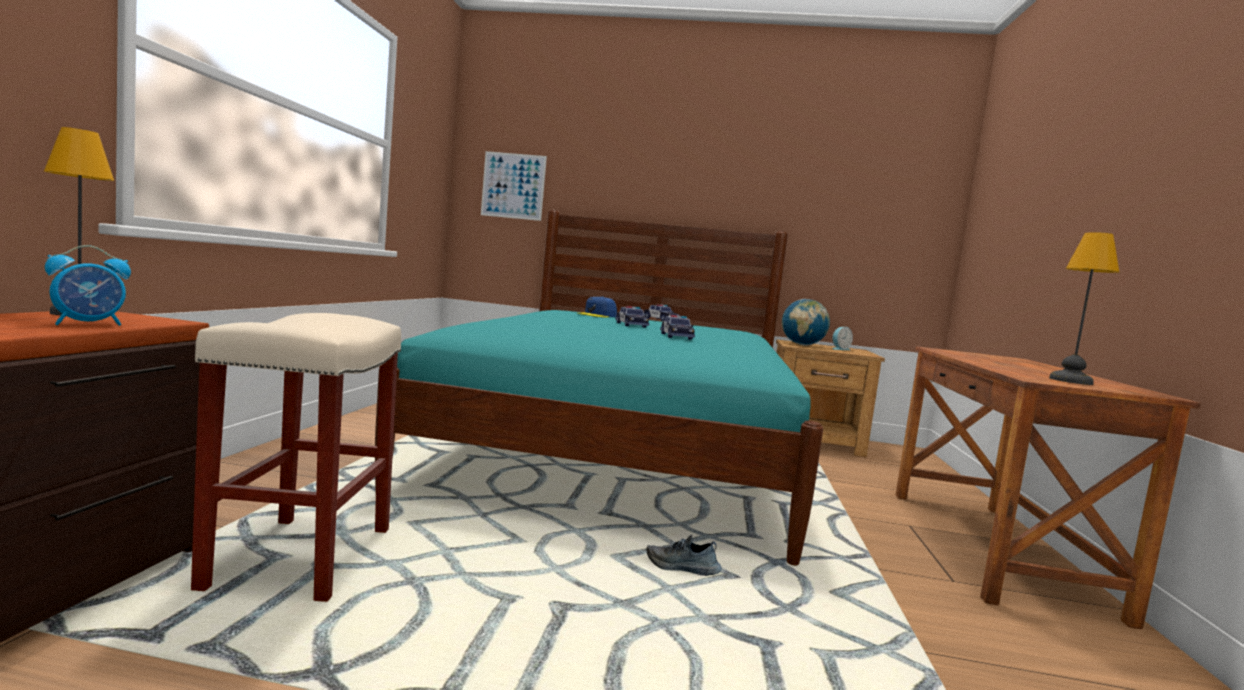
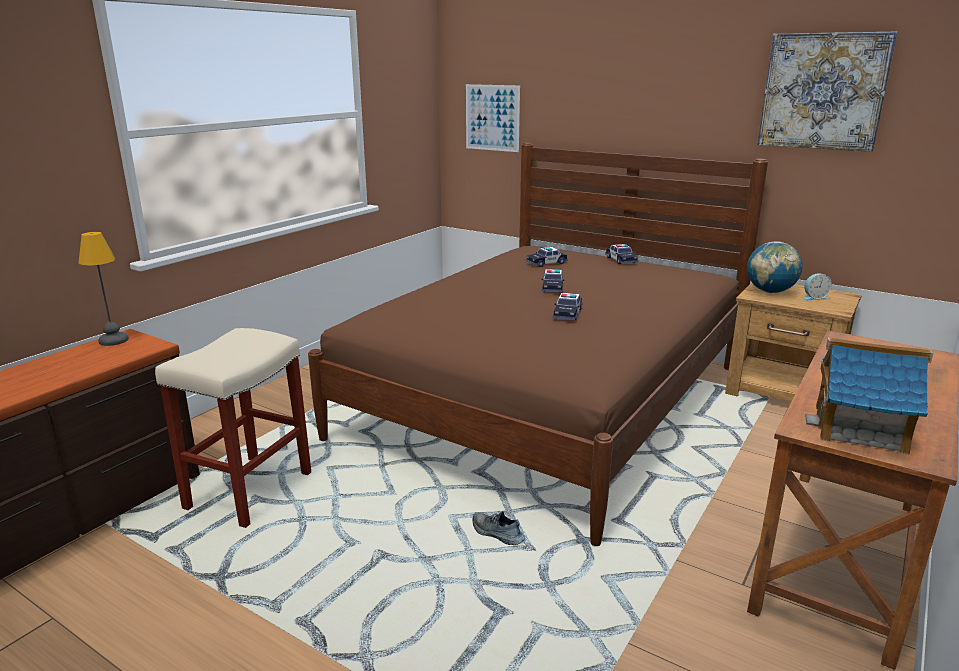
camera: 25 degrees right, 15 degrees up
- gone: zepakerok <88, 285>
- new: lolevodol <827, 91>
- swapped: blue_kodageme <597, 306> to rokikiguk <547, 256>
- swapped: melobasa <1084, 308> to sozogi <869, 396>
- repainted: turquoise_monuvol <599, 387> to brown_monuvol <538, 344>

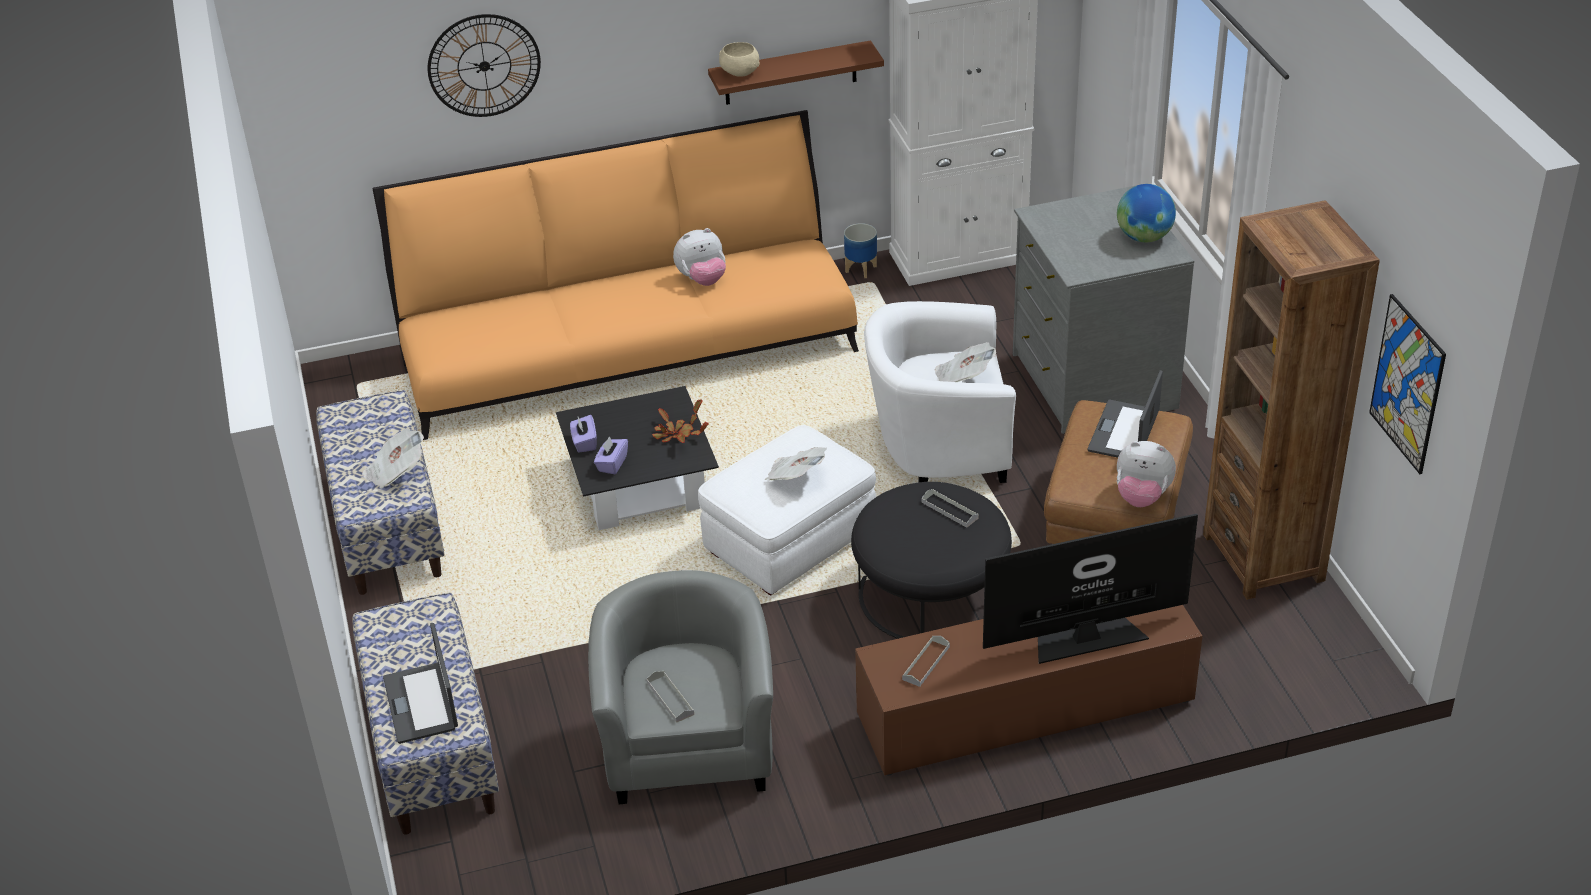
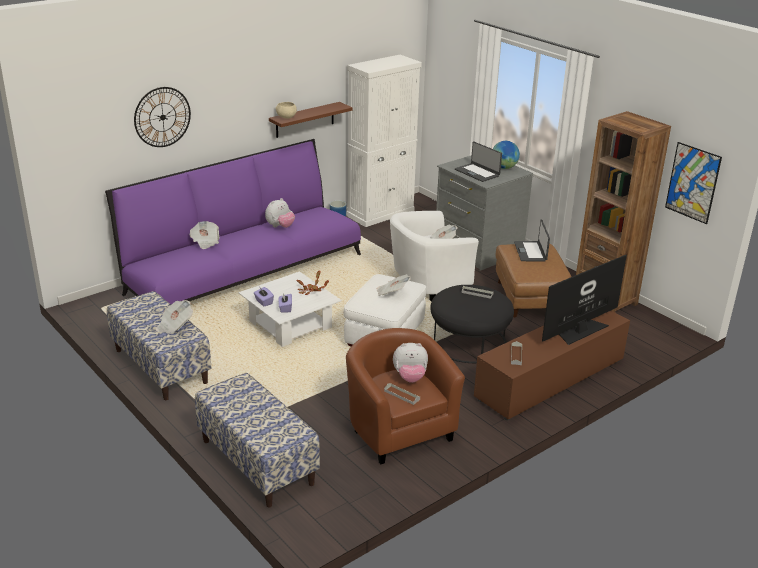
camera: 25 degrees left, 10 degrees down
- new: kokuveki <204, 235>
- shifted: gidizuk <420, 683> to <478, 161>
- shifted: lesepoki <1146, 474> to <410, 363>
- repainted: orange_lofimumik <615, 275> to purple_lofimumik <233, 222>
- repainted: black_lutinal <637, 458> to white_lutinal <290, 309>
- repainted: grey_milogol <680, 687> to brown_milogol <405, 396>

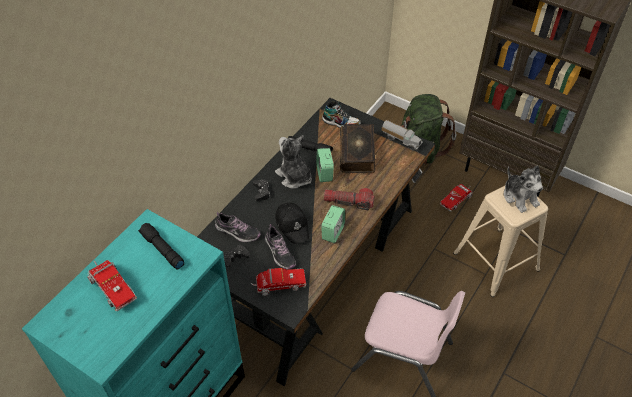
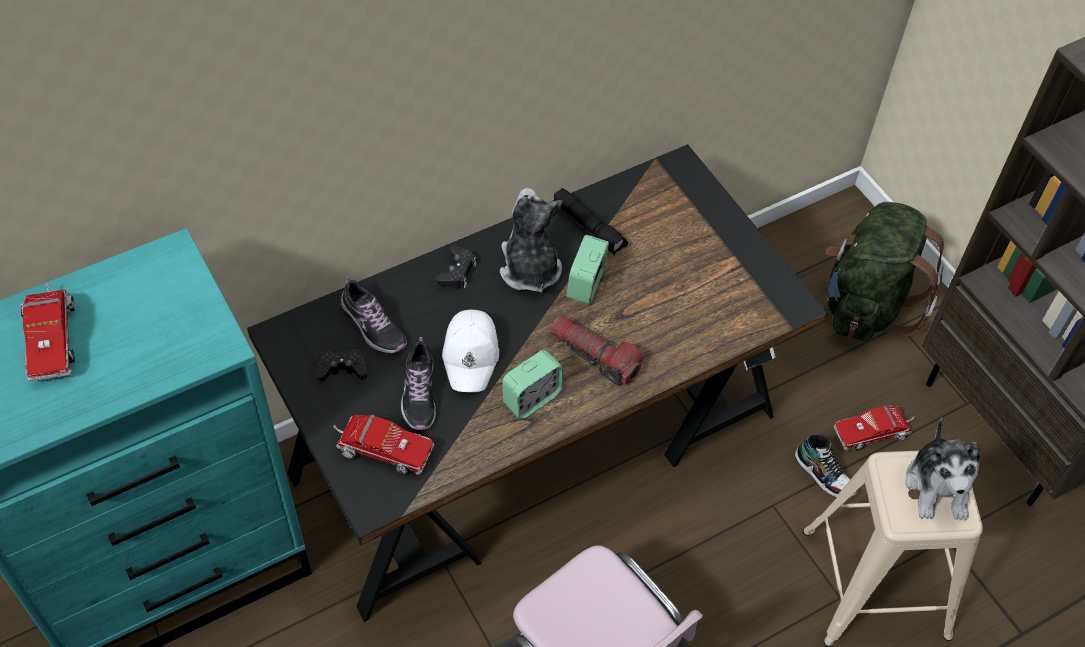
camera: 25 degrees right, 5 degrees up
- gone: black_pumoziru <161, 246>
- gone: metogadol <357, 148>
- gone: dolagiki <402, 135>
- shifted: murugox <341, 114> to <826, 466>
- repainted: black_kodageme <292, 223> to white_kodageme <470, 350>

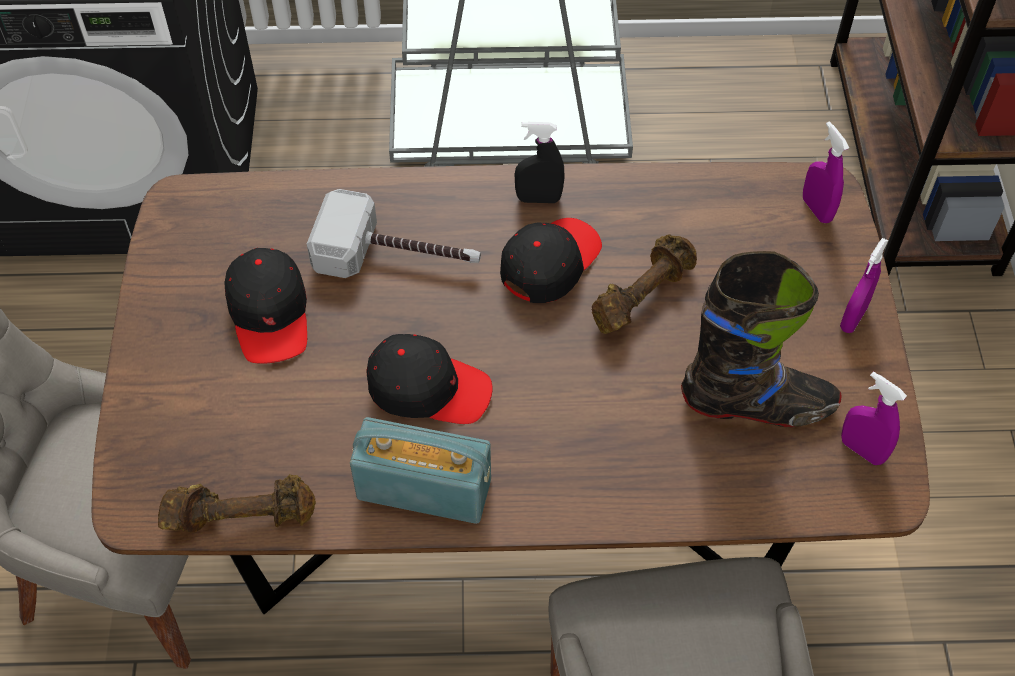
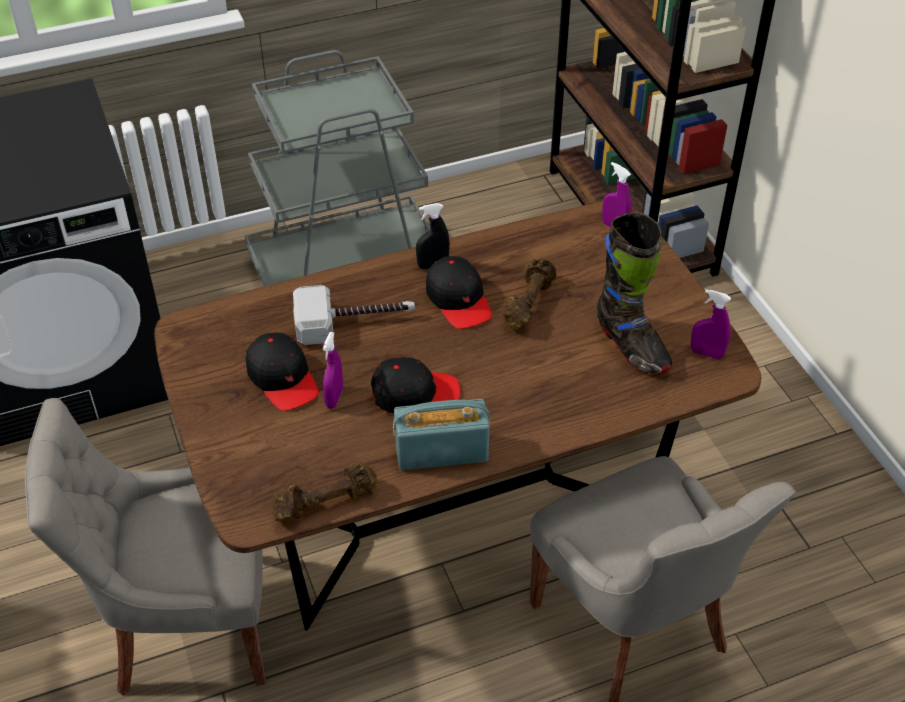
camera: 20 degrees left, 10 degrees down
- shifted: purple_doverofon <864, 285> to <333, 370>
- rotated: black_kodageme <551, 260> = <459, 292> 135 degrees clockwise
- rotated: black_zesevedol <761, 339> = <634, 293> 75 degrees clockwise

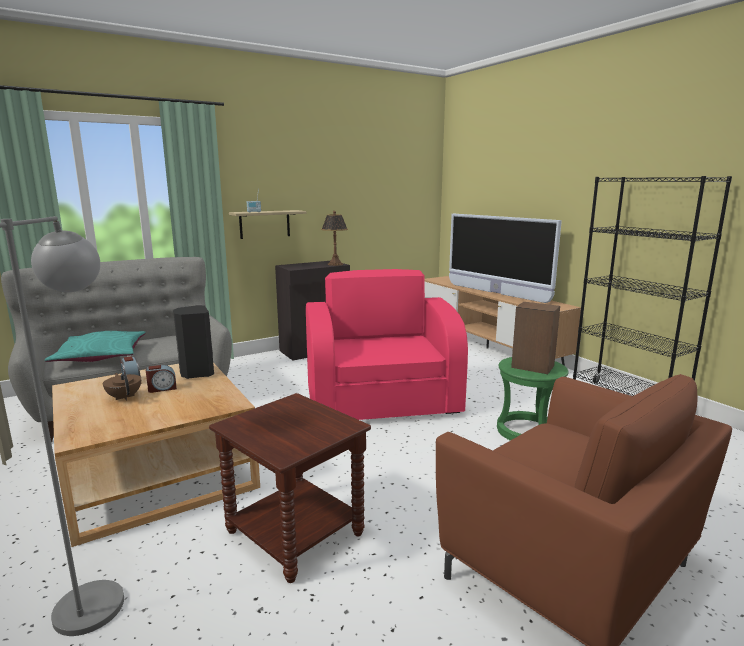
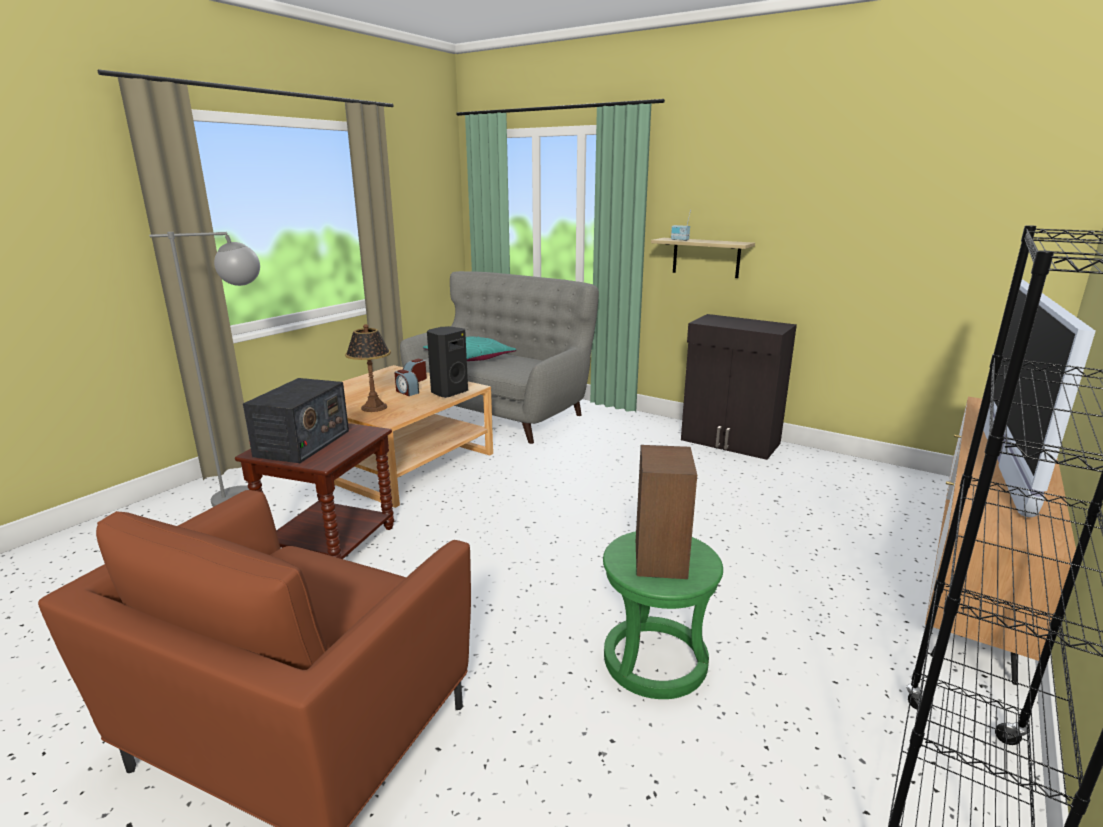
camera: 65 degrees right, 5 degrees up
- gone: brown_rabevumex <122, 387>
- gone: pink_milogol <387, 344>
- new: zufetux <296, 420>
- shifted: melobasa <334, 238> to <368, 368>

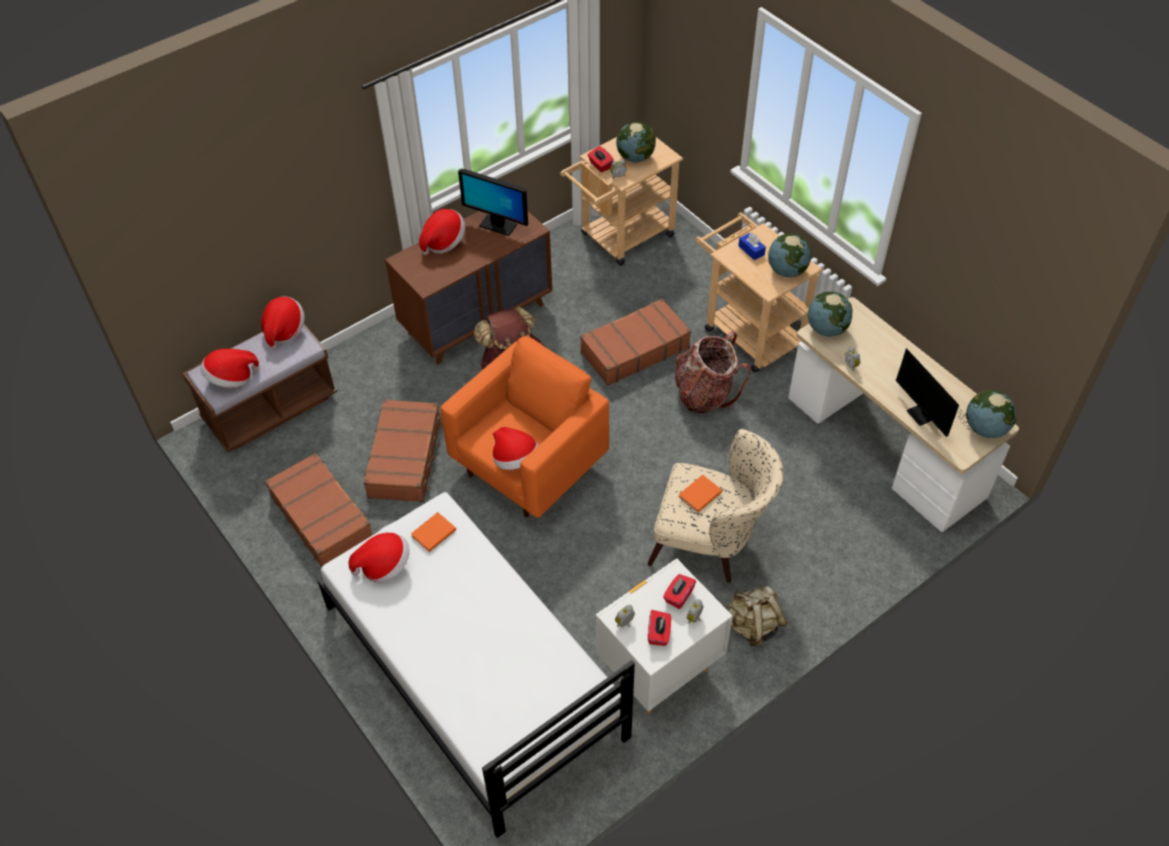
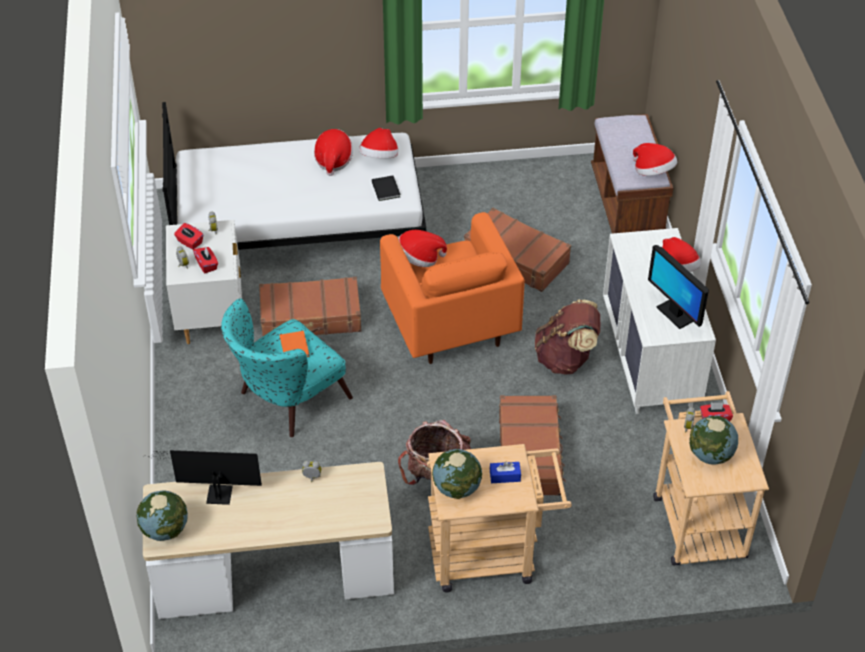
camera: 120 degrees right, 5 degrees down
- gone: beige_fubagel <757, 616>
- gone: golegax <830, 314>
- shifted: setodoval <230, 368> to <333, 152>
- shifted: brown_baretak <318, 510> to <310, 307>
- repainted: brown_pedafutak <468, 287> to white_pedafutak <659, 321>
- repainted: orange_metogadol <433, 532> to black_metogadol <386, 188>
- repainted: beige_milogol <715, 506> to turquoise_milogol <287, 367>
- rotated: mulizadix <493, 202> = <678, 287> 90 degrees counterclockwise

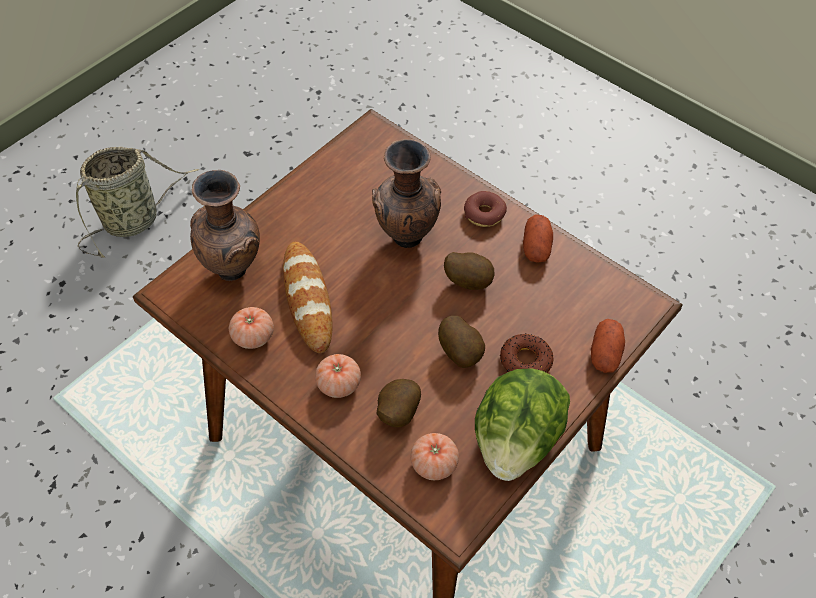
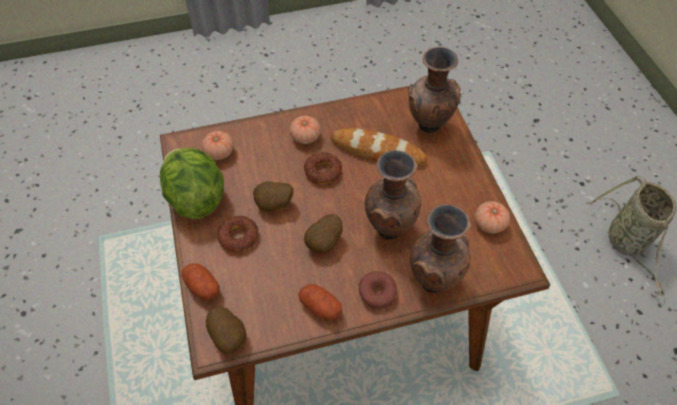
camera: 125 degrees right, 0 degrees up
- new: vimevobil <323, 168>
- new: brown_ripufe <440, 248>
- shifted: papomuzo <251, 328> to <492, 217>
- shifted: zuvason <399, 403> to <226, 330>

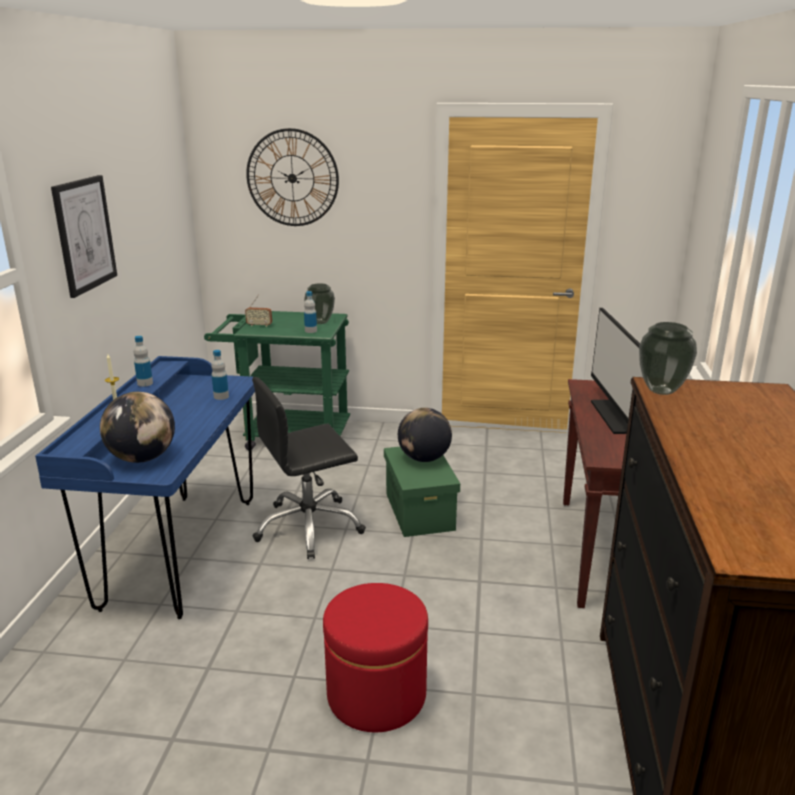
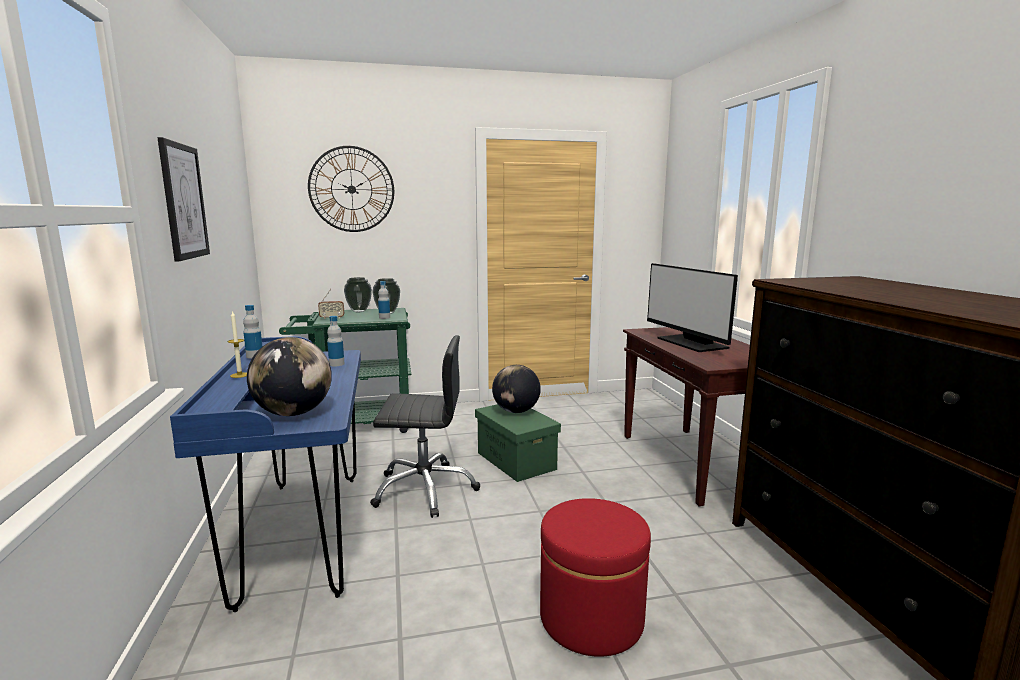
camera: 20 degrees left, 10 degrees down
- shifted: ripufe <668, 358> to <358, 294>
- rotated: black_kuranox <309, 468> = <425, 426> 135 degrees counterclockwise

